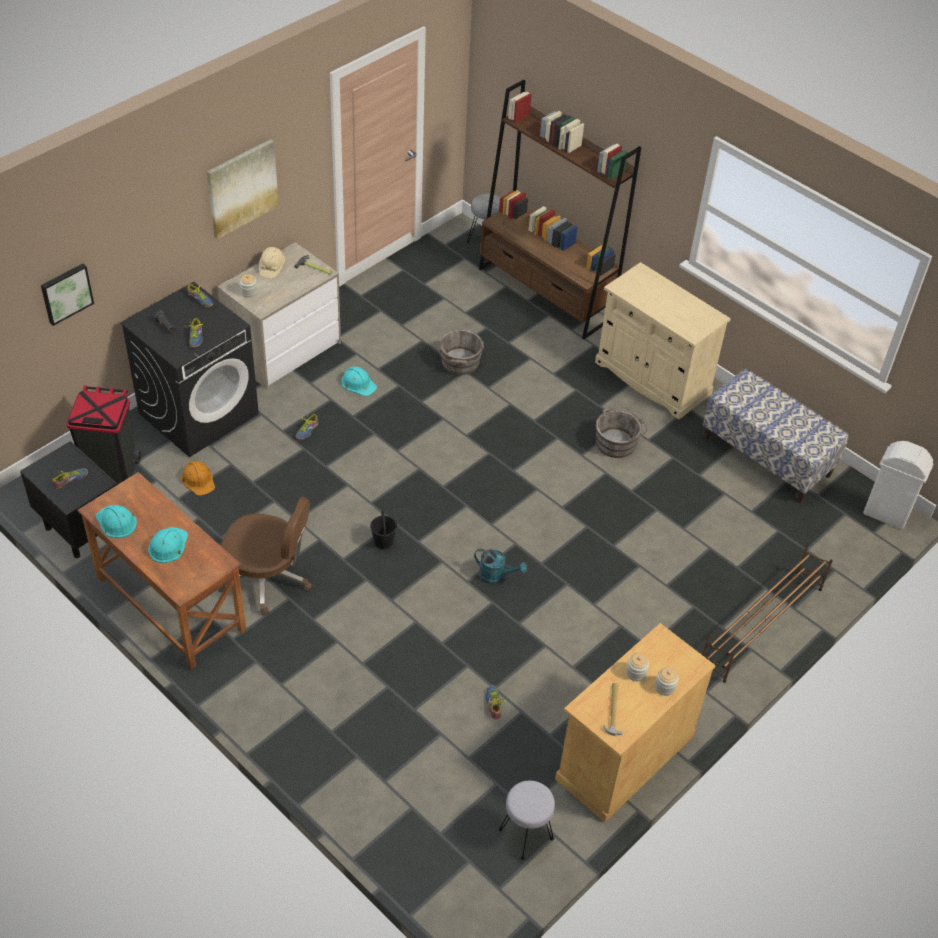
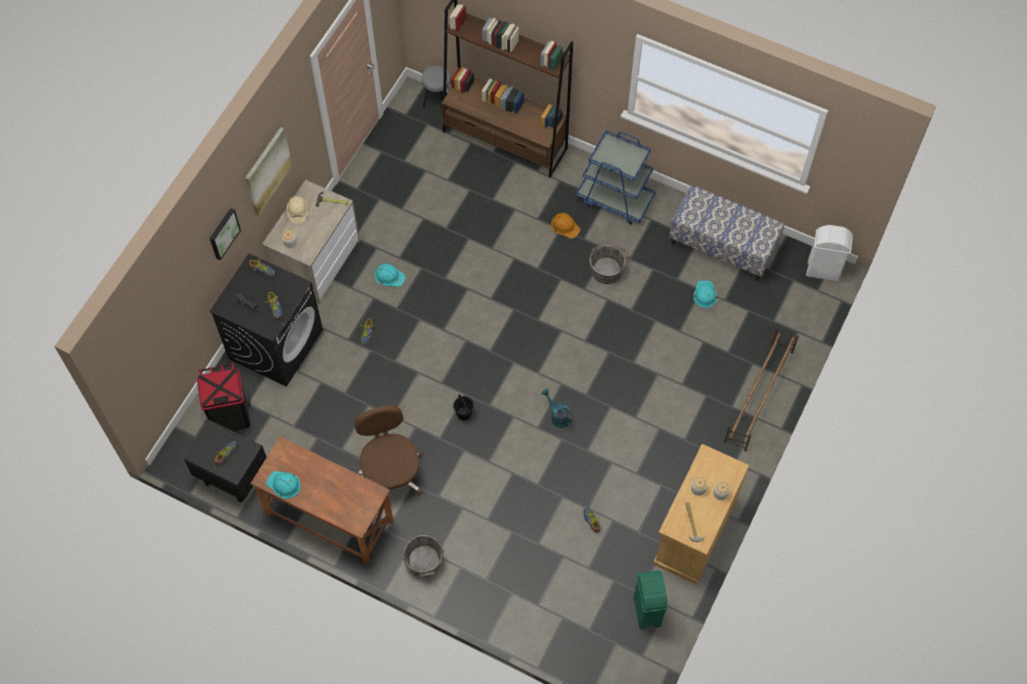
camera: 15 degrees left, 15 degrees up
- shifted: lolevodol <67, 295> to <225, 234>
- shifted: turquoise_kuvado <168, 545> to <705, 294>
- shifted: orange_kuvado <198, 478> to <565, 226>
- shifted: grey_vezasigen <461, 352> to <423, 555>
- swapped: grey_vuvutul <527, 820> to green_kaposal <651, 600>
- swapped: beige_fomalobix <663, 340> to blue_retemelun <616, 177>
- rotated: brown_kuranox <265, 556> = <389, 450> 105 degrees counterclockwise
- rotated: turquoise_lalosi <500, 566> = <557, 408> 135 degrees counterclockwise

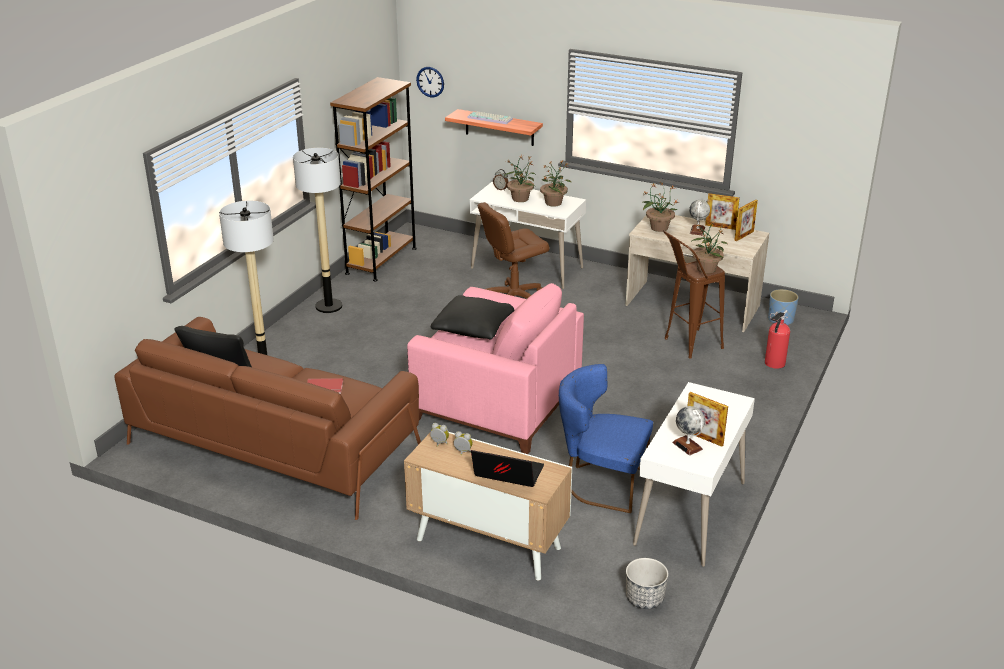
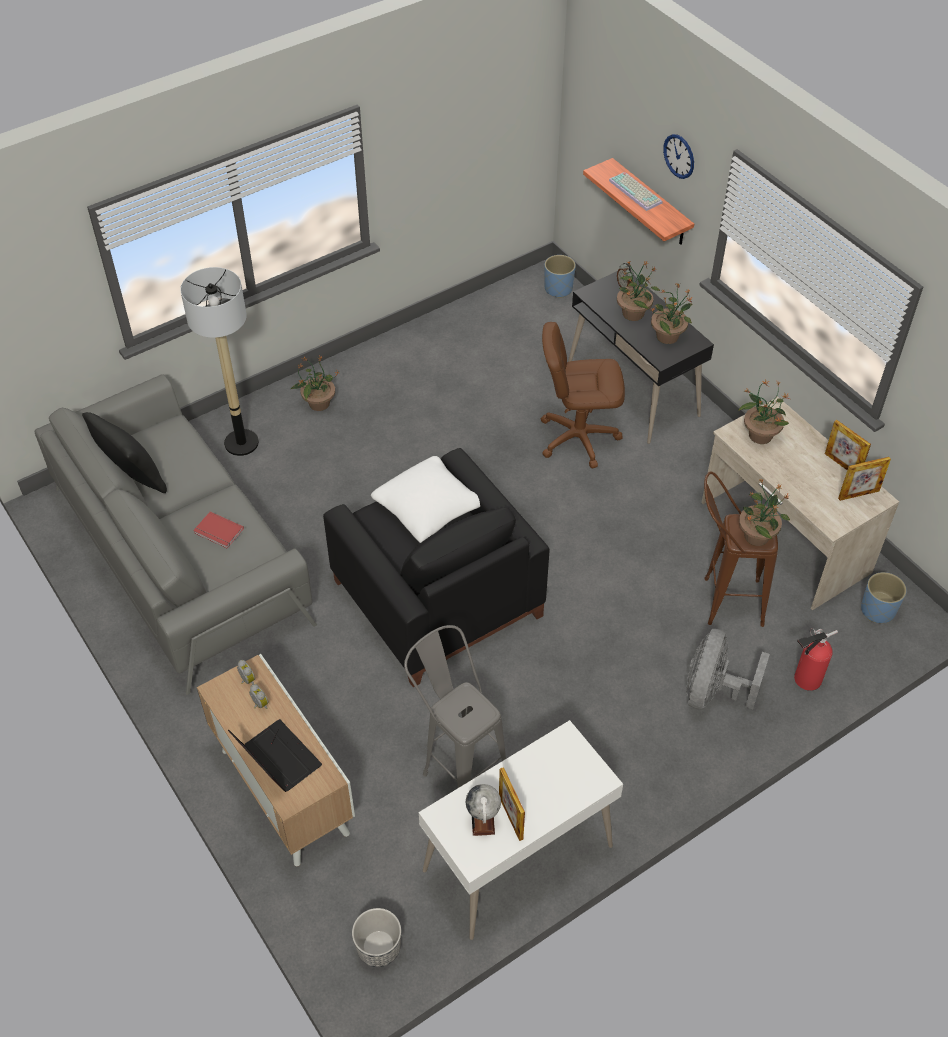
camera: 30 degrees right, 20 degrees up
- gone: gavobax <317, 230>
- gone: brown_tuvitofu <373, 179>
- gone: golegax <699, 217>
- new: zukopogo <315, 383>
- new: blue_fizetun <560, 276>
- new: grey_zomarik <728, 669>
- shifted: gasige <430, 82> to <678, 156>
- swapped: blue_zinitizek <606, 438> to grey_vuvutul <455, 706>
- repainted: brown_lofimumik <267, 418> to grey_lofimumik <176, 534>
- repainted: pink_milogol <495, 368> to black_milogol <436, 567>
- repainted: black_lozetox <472, 317> to white_lozetox <425, 499>
- repainted: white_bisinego <528, 235> to black_bisinego <641, 357>

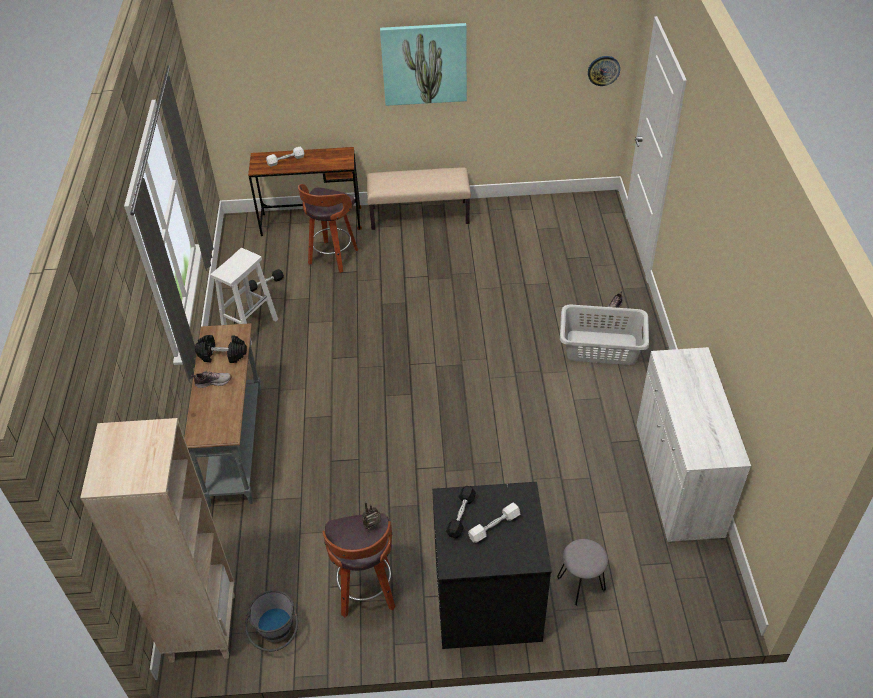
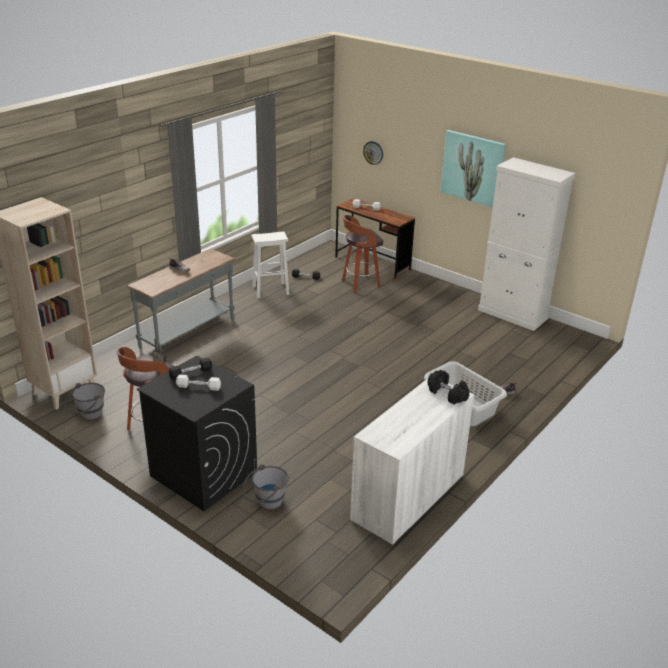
camera: 40 degrees right, 15 degrees down
- gone: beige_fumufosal <419, 199>
- new: white_fomalobix <526, 244>
- shifted: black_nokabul <221, 349> to <449, 387>
- shifted: gasige <604, 71> to <373, 153>
- swapped: grey_vuvutul <582, 572> to grey_vezasigen <265, 486>

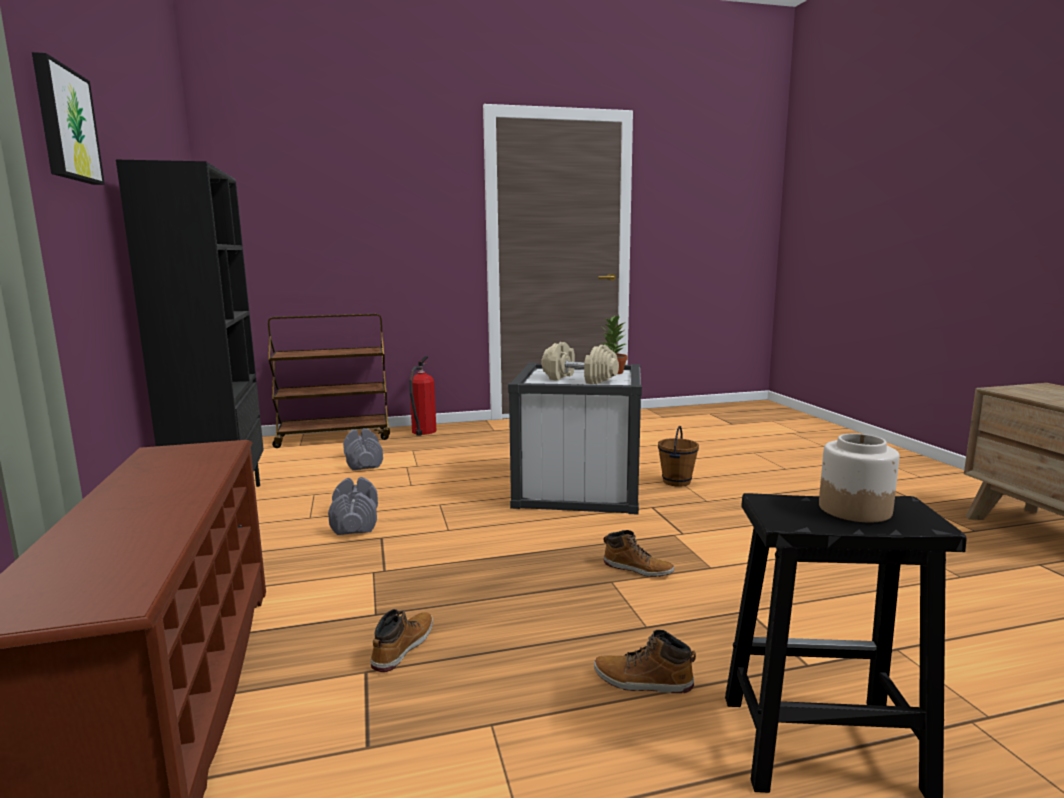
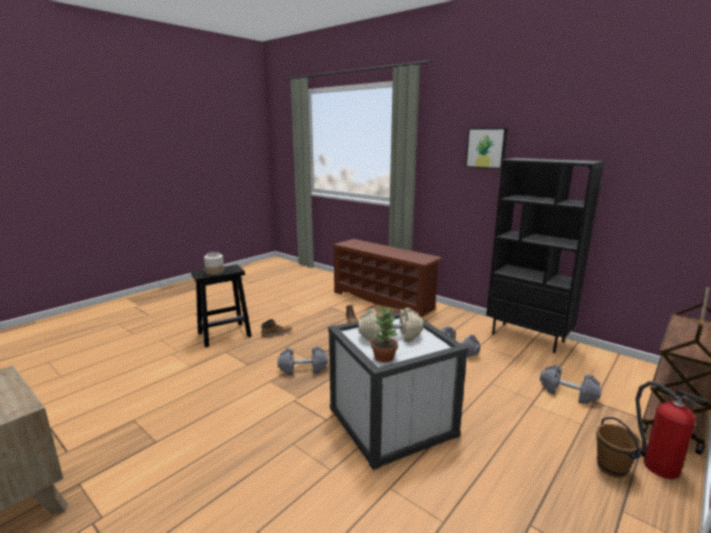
camera: 145 degrees right, 5 degrees up
- shifted: brown_vezasigen <678, 456> to <619, 447>
- swapped: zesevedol <639, 553> to grey_nokabul <302, 360>

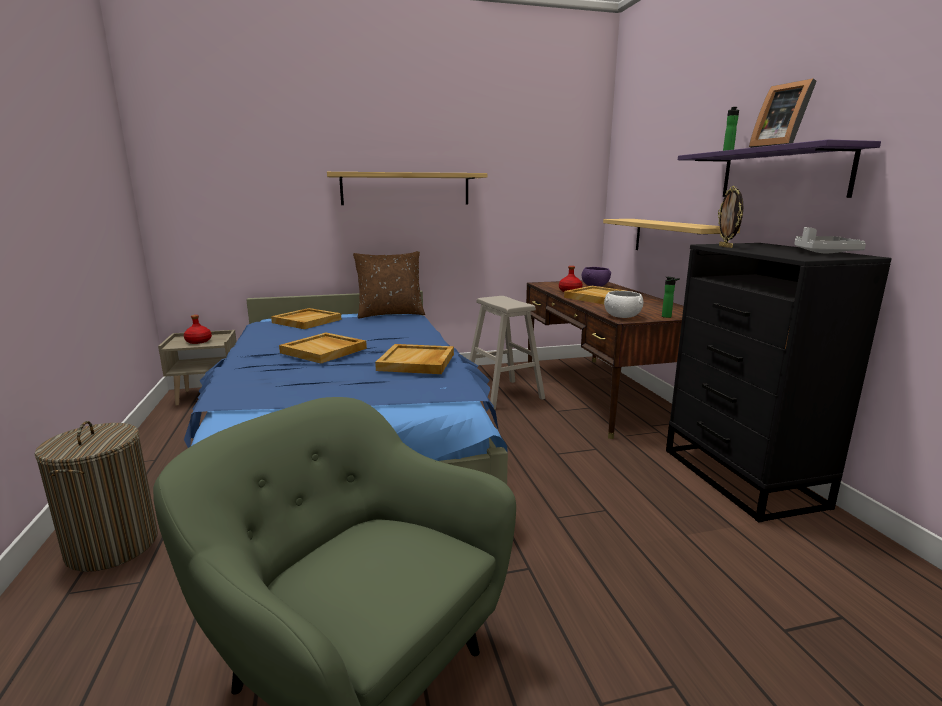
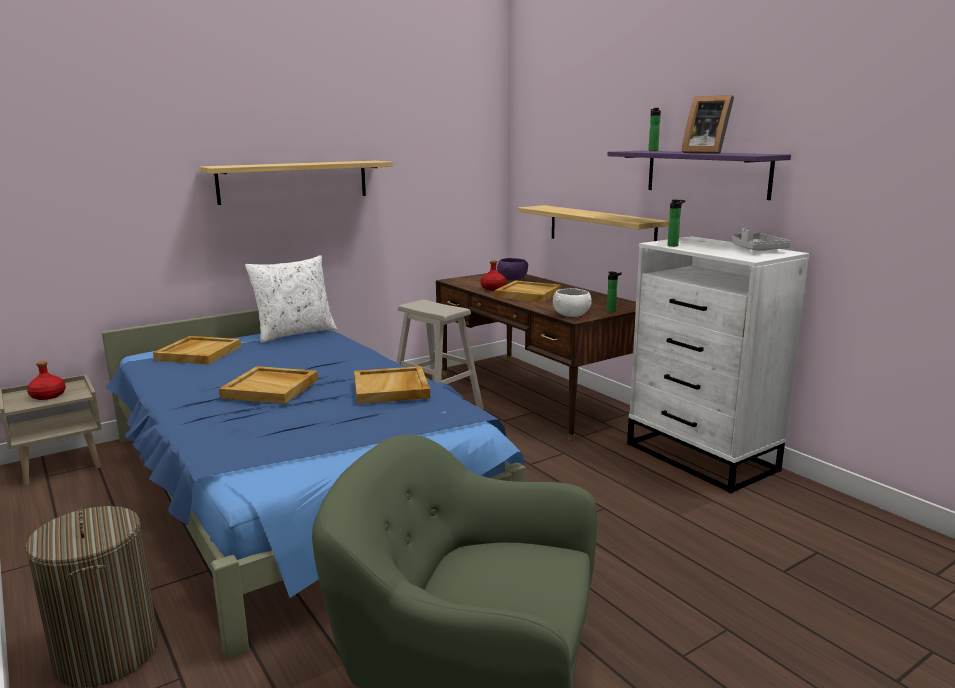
camera: 20 degrees left, 0 degrees up
- swapped: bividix <730, 217> to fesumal <676, 223>
- repainted: brown_lozetox <389, 284> to white_lozetox <291, 299>
- repainted: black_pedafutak <779, 383> to white_pedafutak <718, 364>

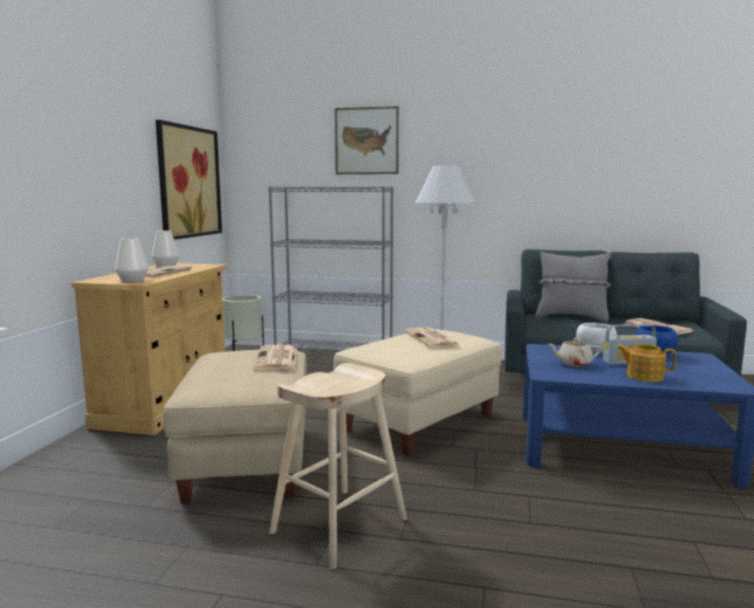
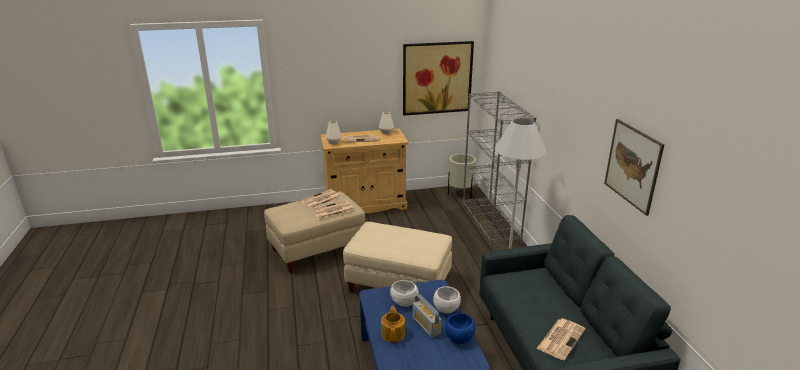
camera: 65 degrees right, 15 degrees up
- gone: beige_vuvutul <338, 466>
- gone: grey_lozetox <573, 286>
- shifted: lolevodol <367, 140> to <634, 167>
- shifted: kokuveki <432, 337> to <320, 199>
- swapped: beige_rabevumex <574, 352> to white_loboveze <404, 293>

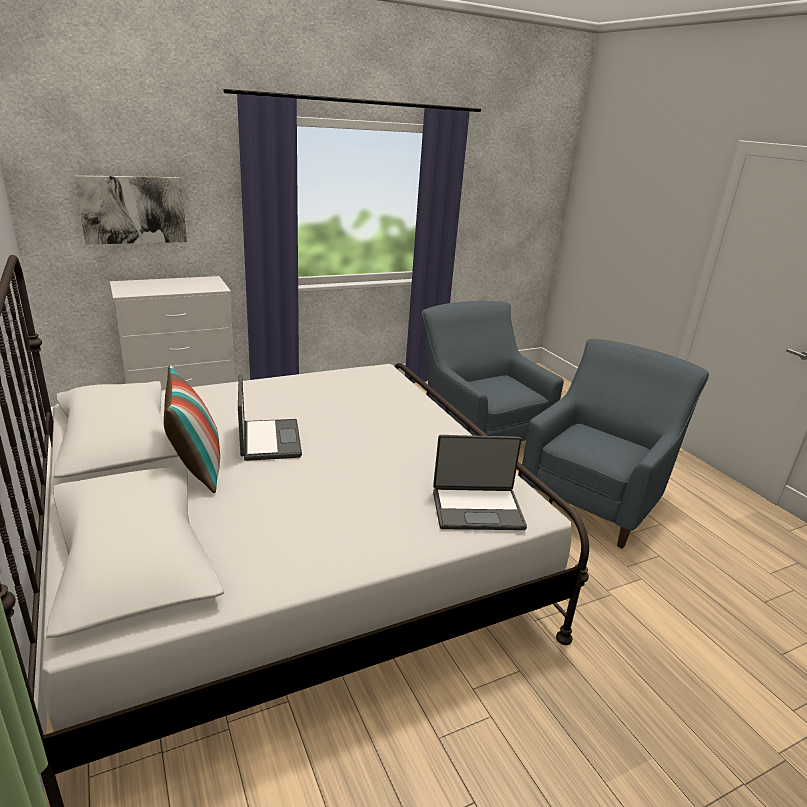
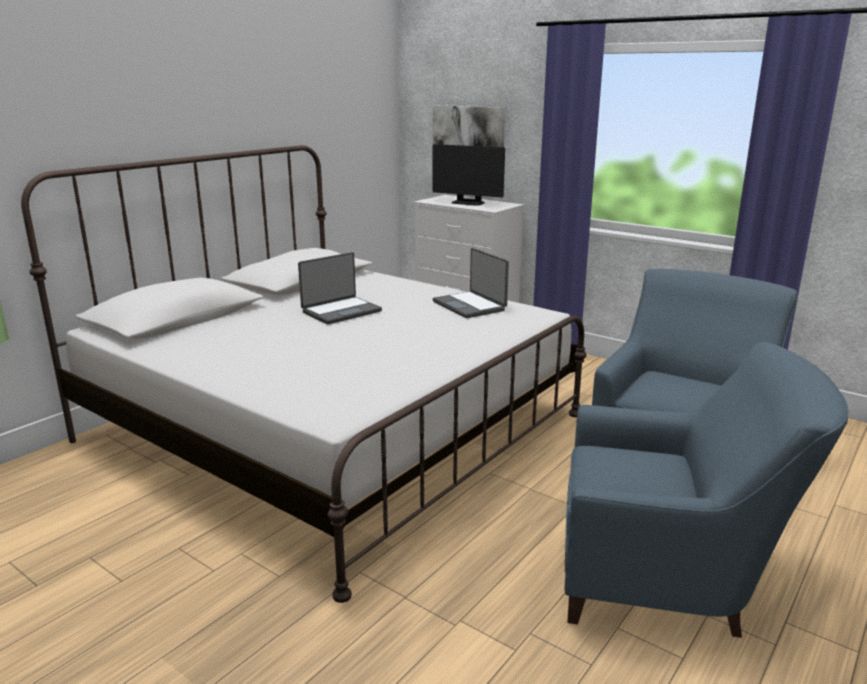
camera: 65 degrees right, 5 degrees down
- gone: lozetox <192, 429>
- new: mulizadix <469, 175>
- shifted: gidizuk <480, 482> to <470, 283>

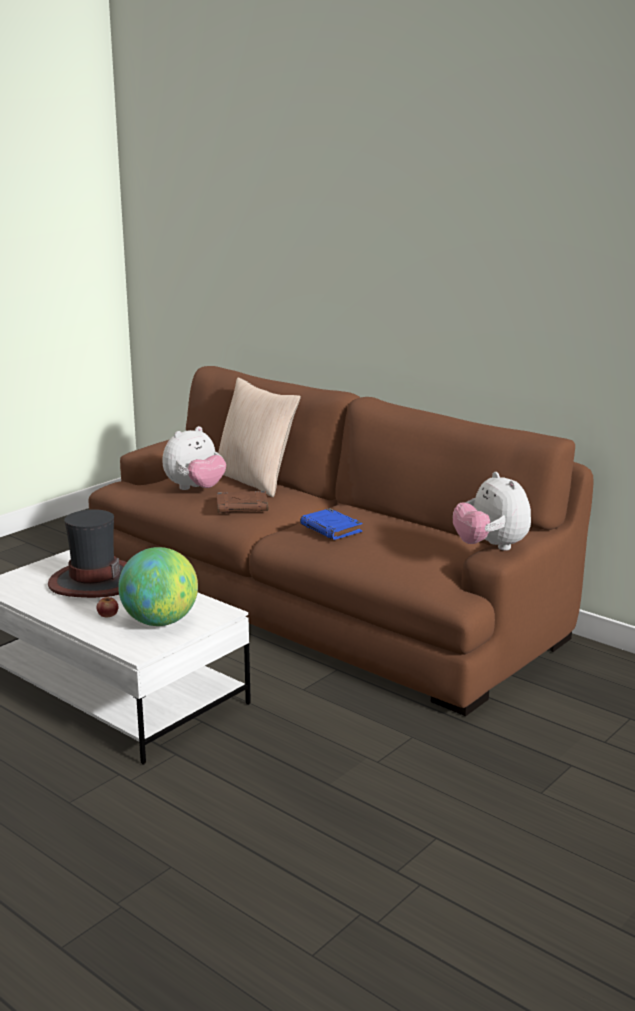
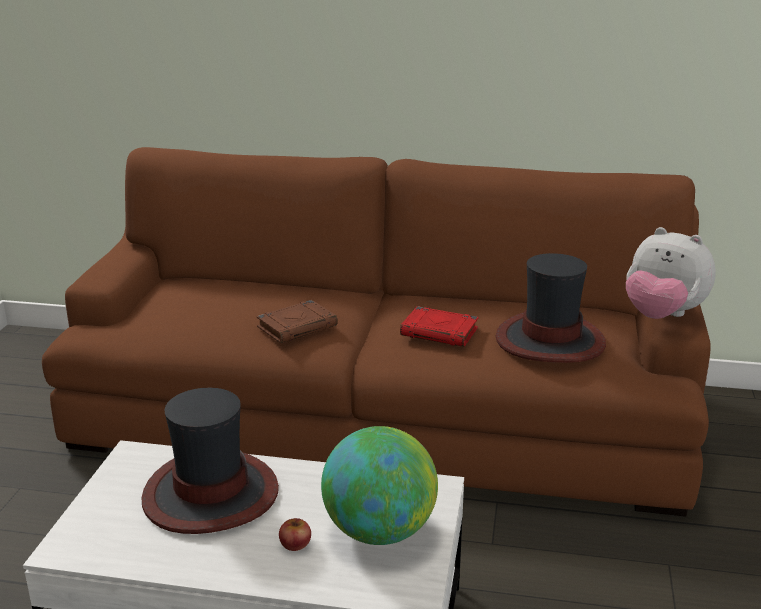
camera: 30 degrees left, 5 degrees up
- gone: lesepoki <194, 458>
- gone: beige_lozetox <259, 437>
- new: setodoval <551, 308>
- repainted: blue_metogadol <331, 524> to red_metogadol <439, 326>

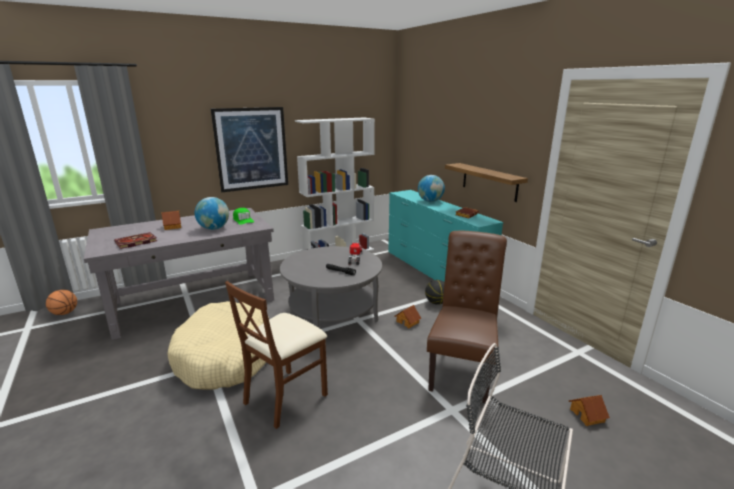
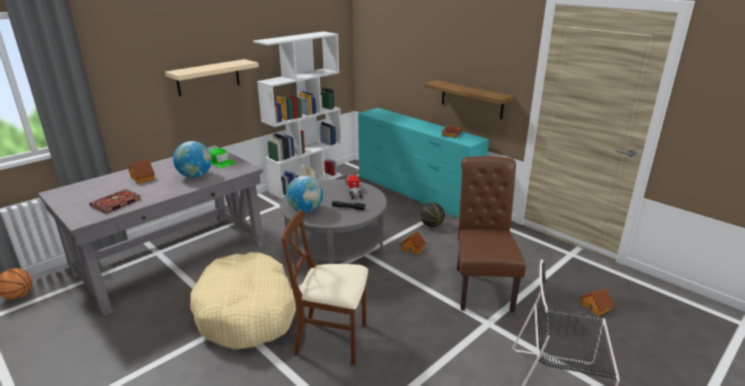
camera: 15 degrees left, 5 degrees up
- shifted: golegax <431, 188> to <304, 194>
- swapped: lolevodol <249, 149> to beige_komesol <212, 77>
- rotated: brown_zinitizek <276, 355> = <324, 288> 75 degrees clockwise

